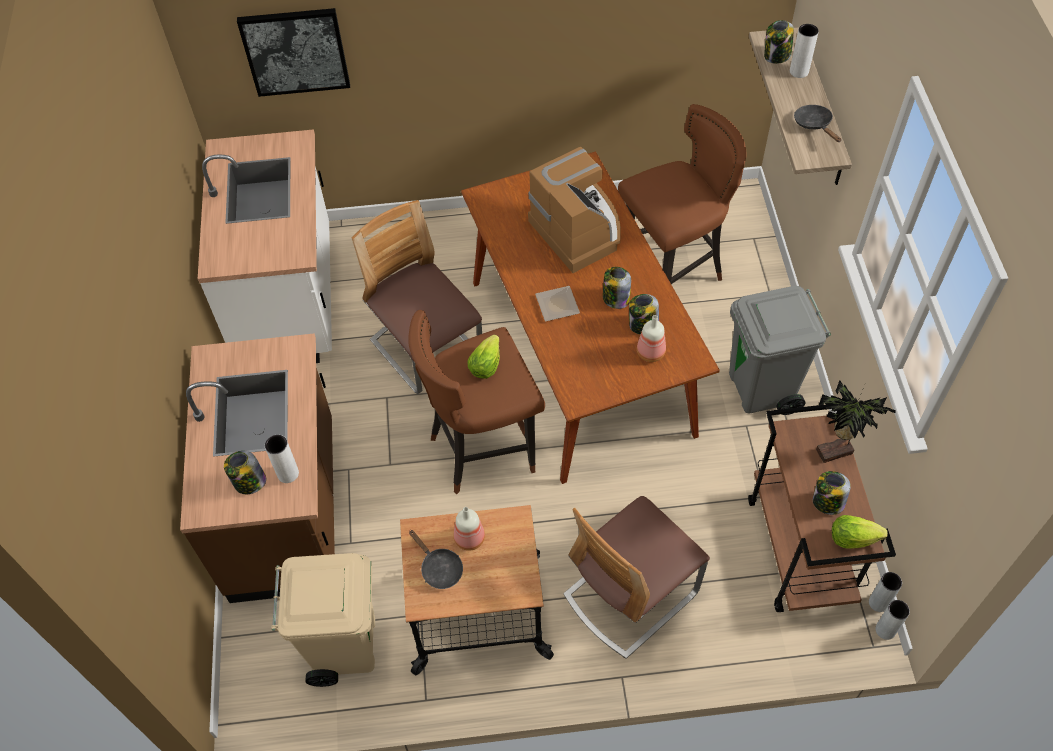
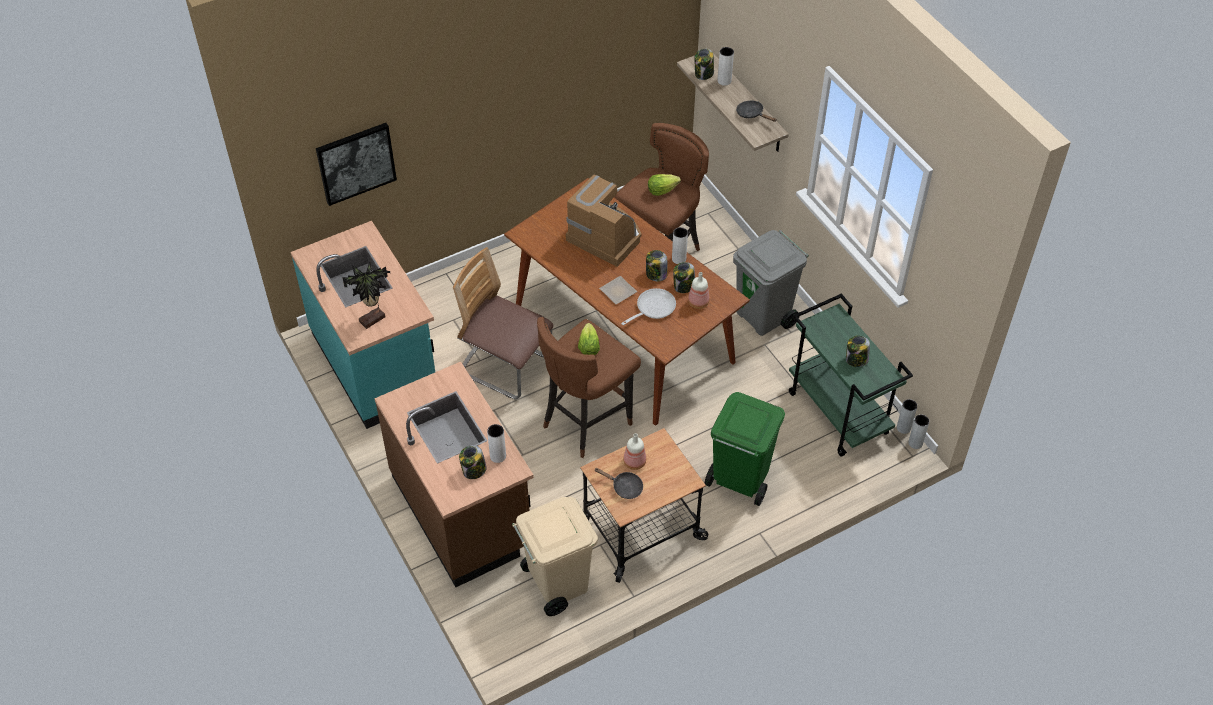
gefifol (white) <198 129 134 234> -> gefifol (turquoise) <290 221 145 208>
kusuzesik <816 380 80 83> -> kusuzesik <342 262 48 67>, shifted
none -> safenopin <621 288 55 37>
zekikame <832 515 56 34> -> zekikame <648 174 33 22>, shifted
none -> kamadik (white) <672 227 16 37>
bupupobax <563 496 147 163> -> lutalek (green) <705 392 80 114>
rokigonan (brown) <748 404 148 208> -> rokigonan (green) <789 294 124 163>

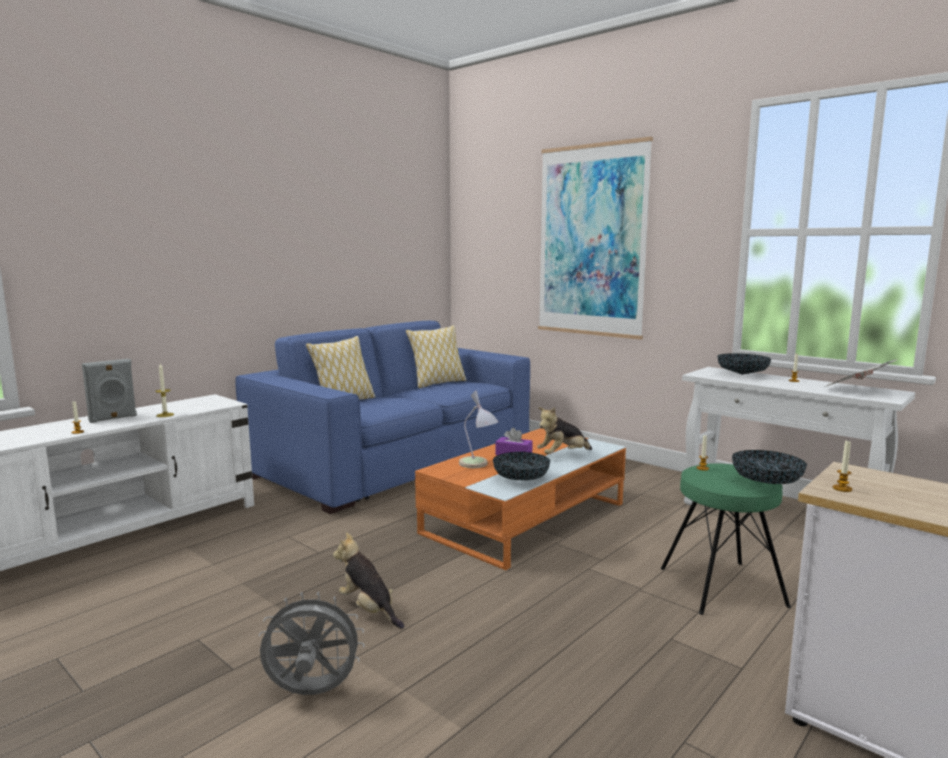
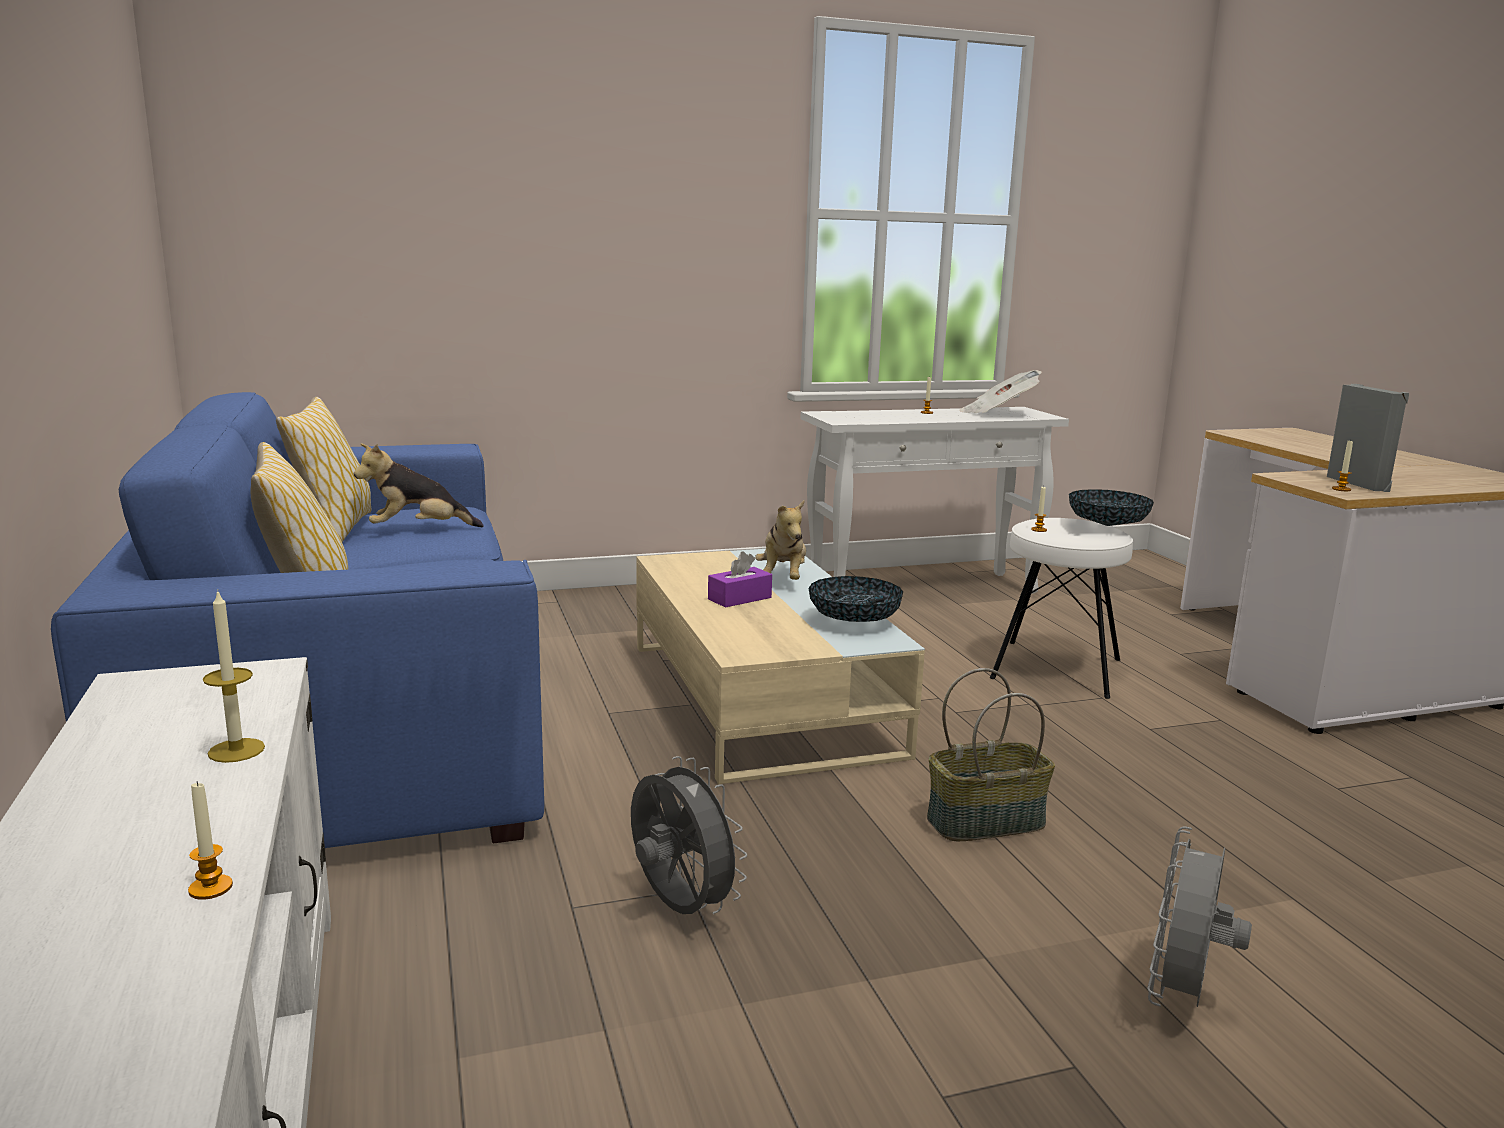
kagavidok <333 532 71 97> -> kagavidok <354 443 130 84>, shifted
none -> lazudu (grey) <631 756 116 158>
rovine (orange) <415 428 211 142> -> rovine (beige) <636 549 289 235>
none -> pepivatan <927 668 128 173>
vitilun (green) <661 463 130 152> -> vitilun (white) <990 518 143 181>
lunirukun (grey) <82 359 55 64> -> lunirukun (grey) <1327 384 82 108>, shifted
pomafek <459 390 39 78> -> none
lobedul <538 137 115 203> -> none
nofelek <718 353 53 22> -> none

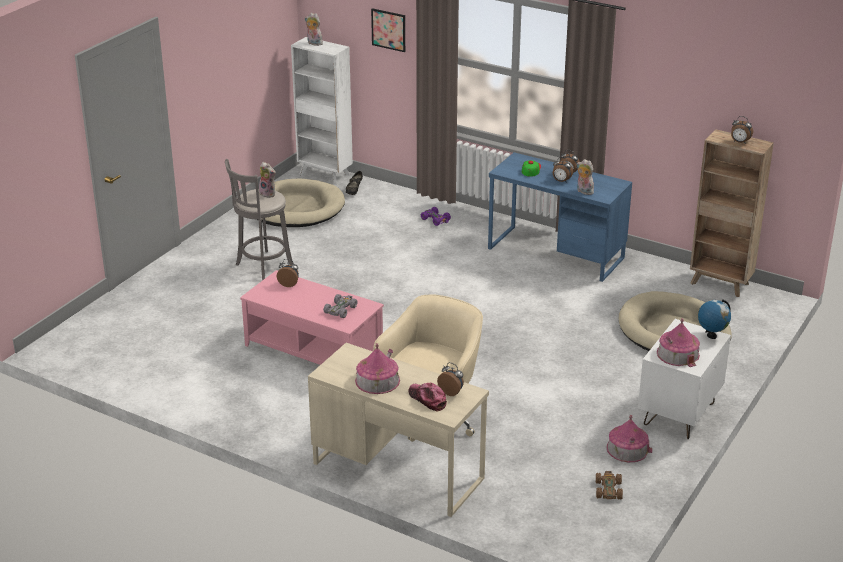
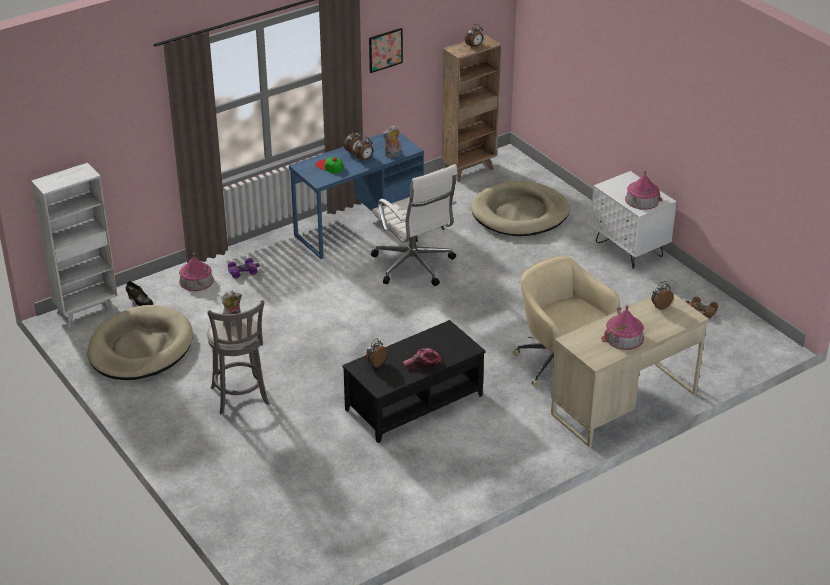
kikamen <606 415 46 47> -> kikamen <179 253 35 38>, shifted
rovine (pink) <240 270 144 95> -> rovine (black) <342 320 144 123>
lobedul <371 8 34 44> -> lobedul <369 28 34 45>, shifted
none -> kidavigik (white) <371 164 86 122>
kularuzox <409 383 38 28> -> kularuzox <403 348 39 23>, shifted
kagavidok <305 13 18 33> -> none
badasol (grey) <323 294 35 24> -> none
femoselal <698 299 33 40> -> none

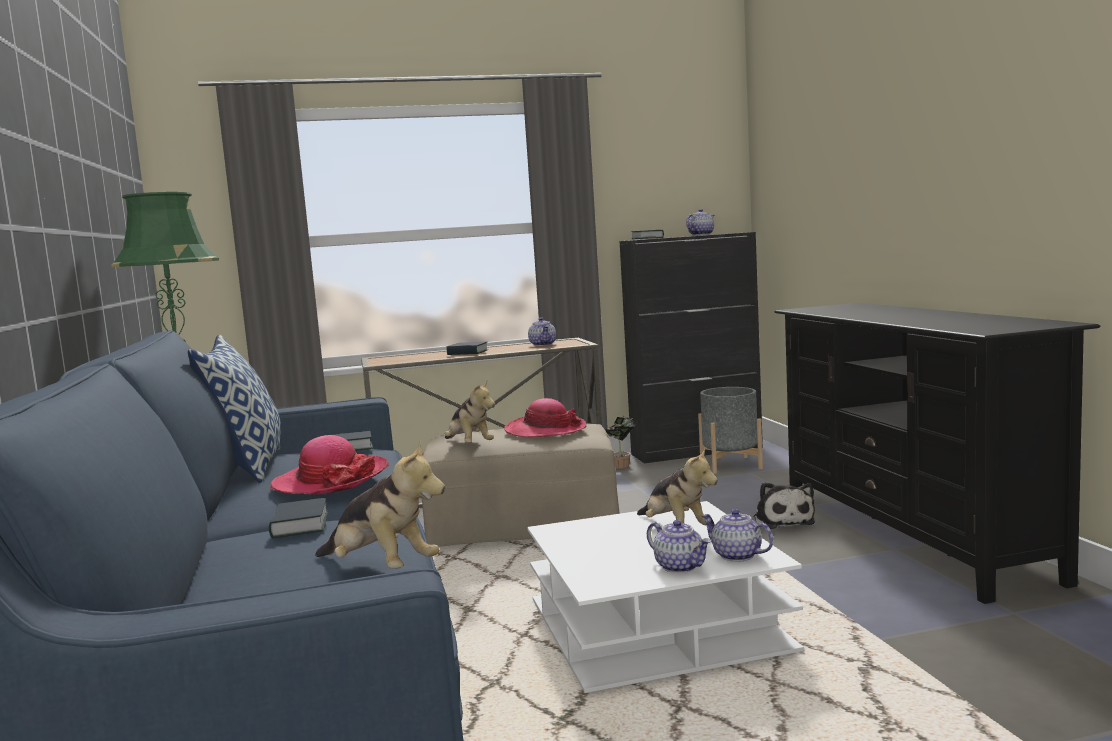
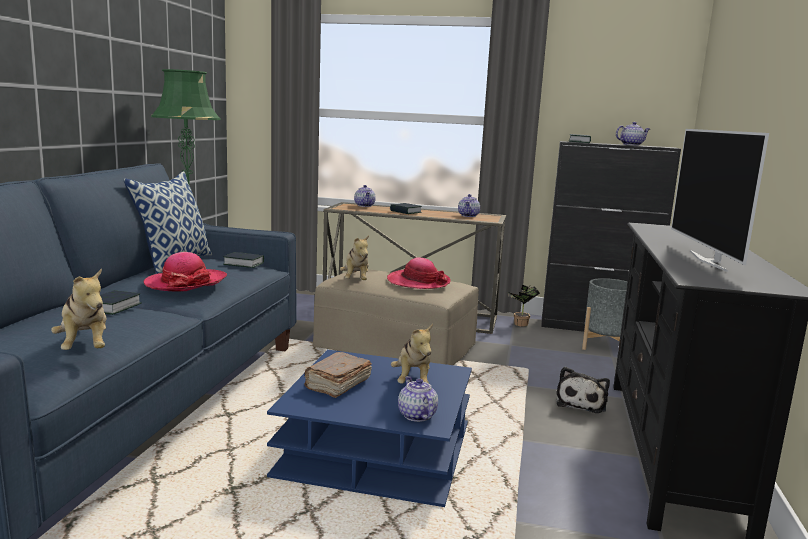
rovine (white) <527 501 277 192> -> rovine (blue) <267 350 205 157>
none -> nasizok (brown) <304 352 68 46>
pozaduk <647 520 64 53> -> pozaduk <354 185 22 22>, shifted
none -> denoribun <671 129 98 143>

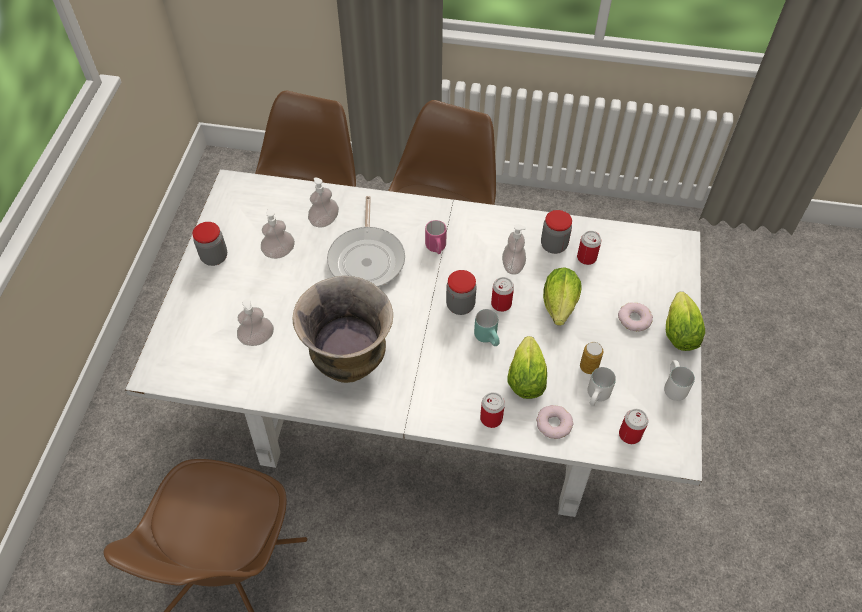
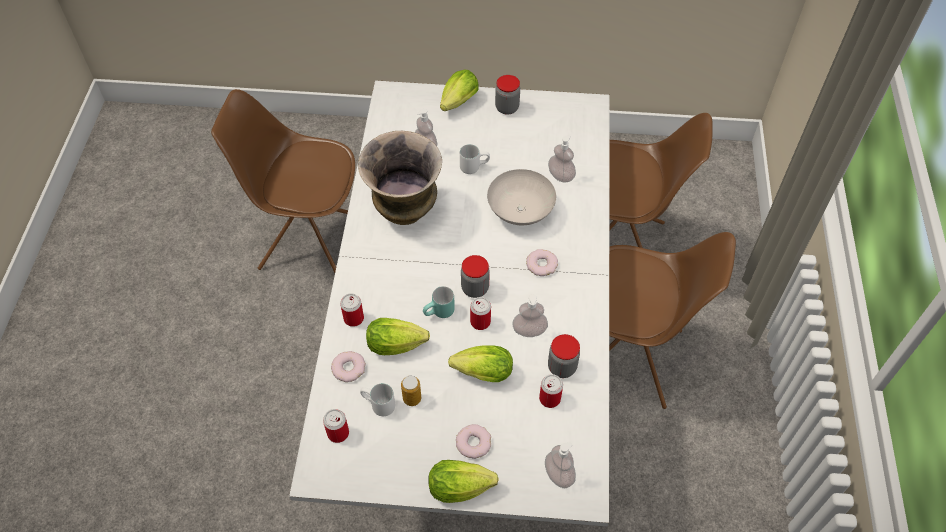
none -> zekikame <440 70 39 41>
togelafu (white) <664 360 31 41> -> togelafu (white) <460 144 30 30>, shifted
safenopin <327 196 78 91> -> nofelek (white) <487 169 69 56>
togelafu (pink) <425 220 22 34> -> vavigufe <526 249 32 27>
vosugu <261 209 34 50> -> vosugu <545 443 31 45>, shifted

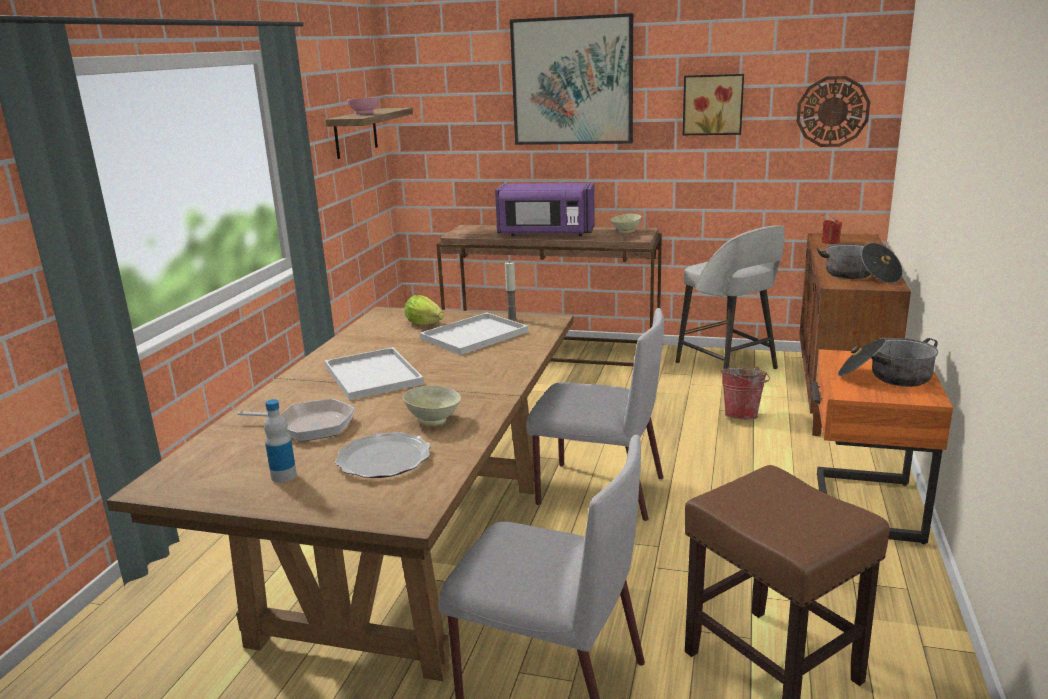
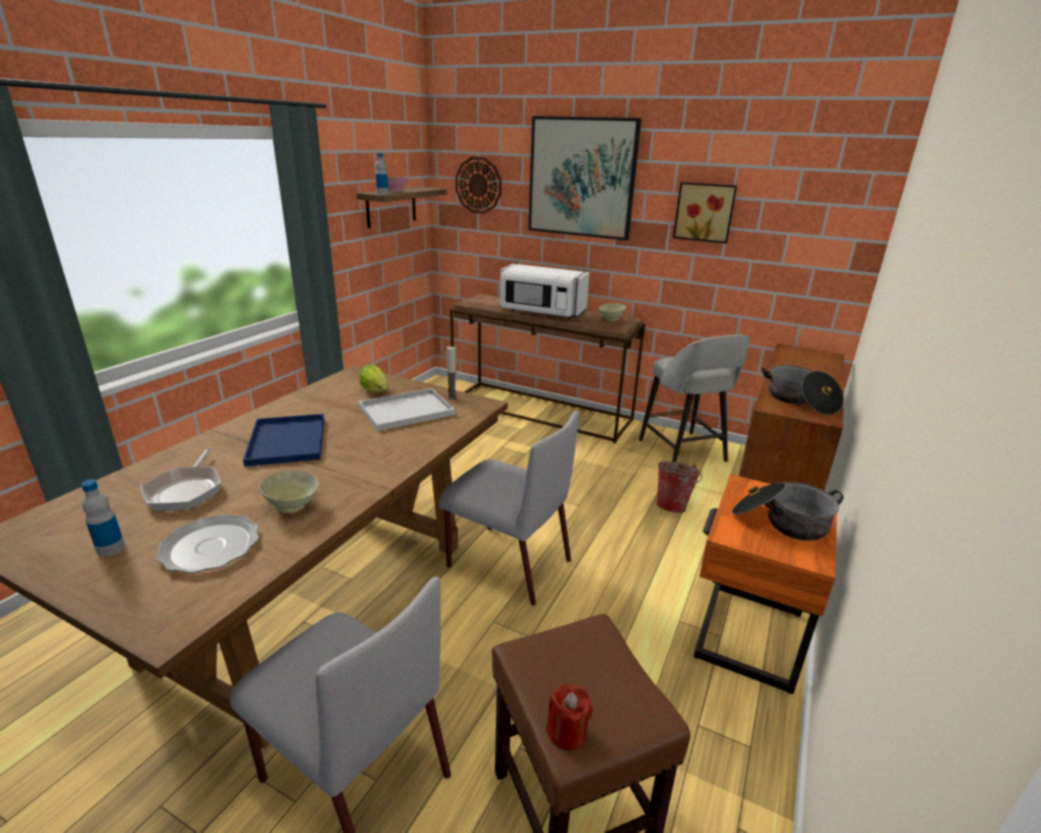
safenopin <238 399 117 42> -> safenopin <141 447 80 64>, 60 degrees clockwise
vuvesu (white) <325 347 99 53> -> vuvesu (blue) <243 414 81 53>
none -> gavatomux <376 153 12 41>
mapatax <796 76 74 71> -> mapatax <455 157 47 57>, shifted
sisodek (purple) <495 183 100 53> -> sisodek (white) <500 264 90 55>
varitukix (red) <821 217 21 27> -> varitukix (red) <546 683 47 67>, shifted

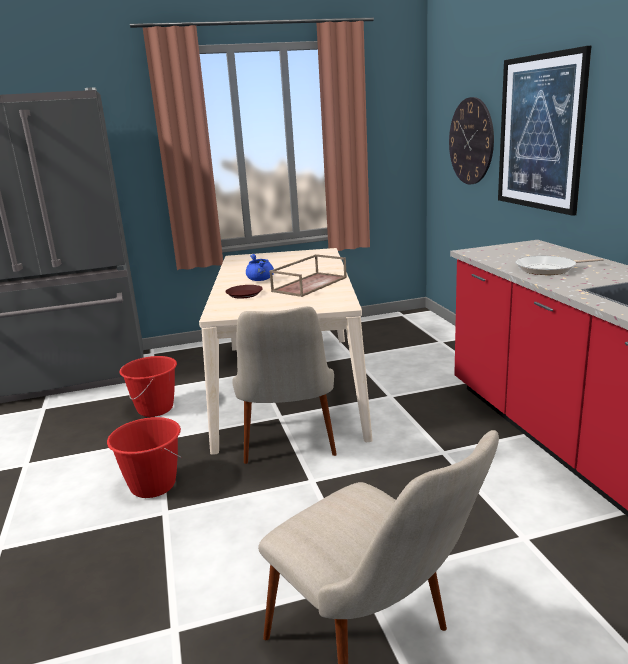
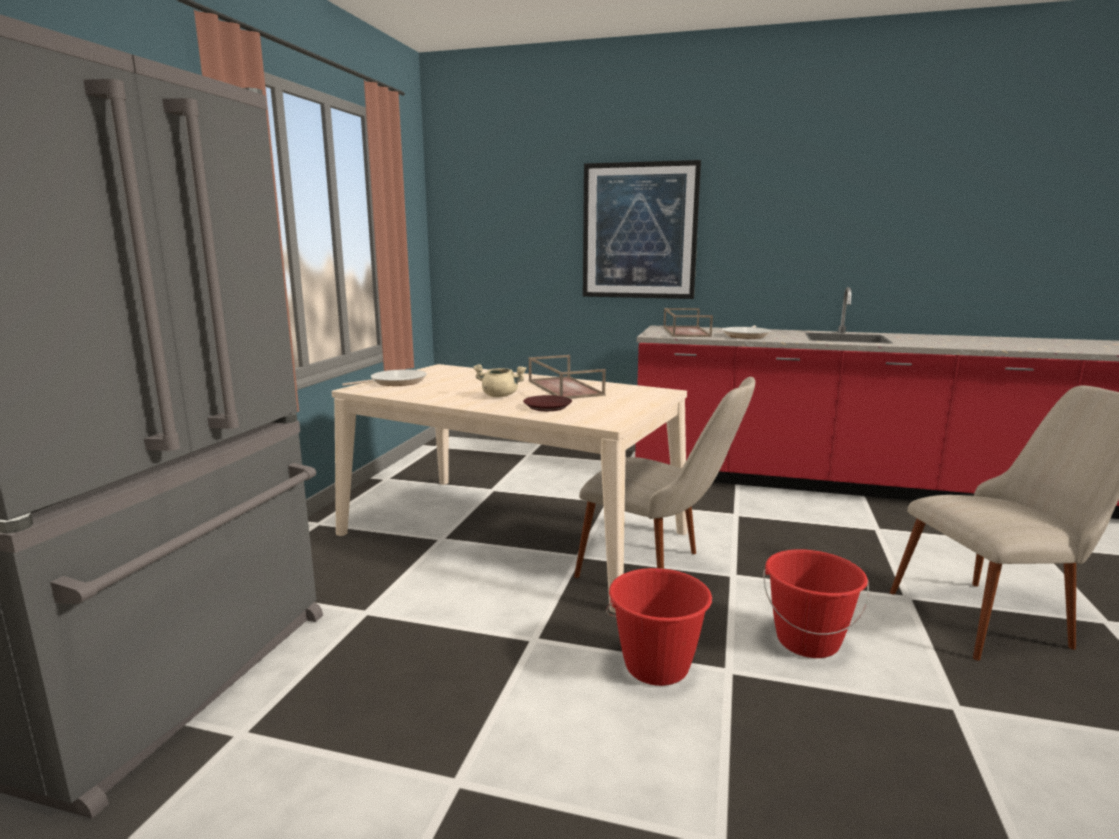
none -> safenopin <342 369 85 17>
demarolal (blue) <246 254 28 27> -> demarolal (beige) <473 364 53 33>
none -> vuvesu (brown) <664 308 49 29>
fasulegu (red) <119 356 58 61> -> fasulegu (red) <763 549 106 109>, shifted
mapatax <449 97 45 87> -> none

